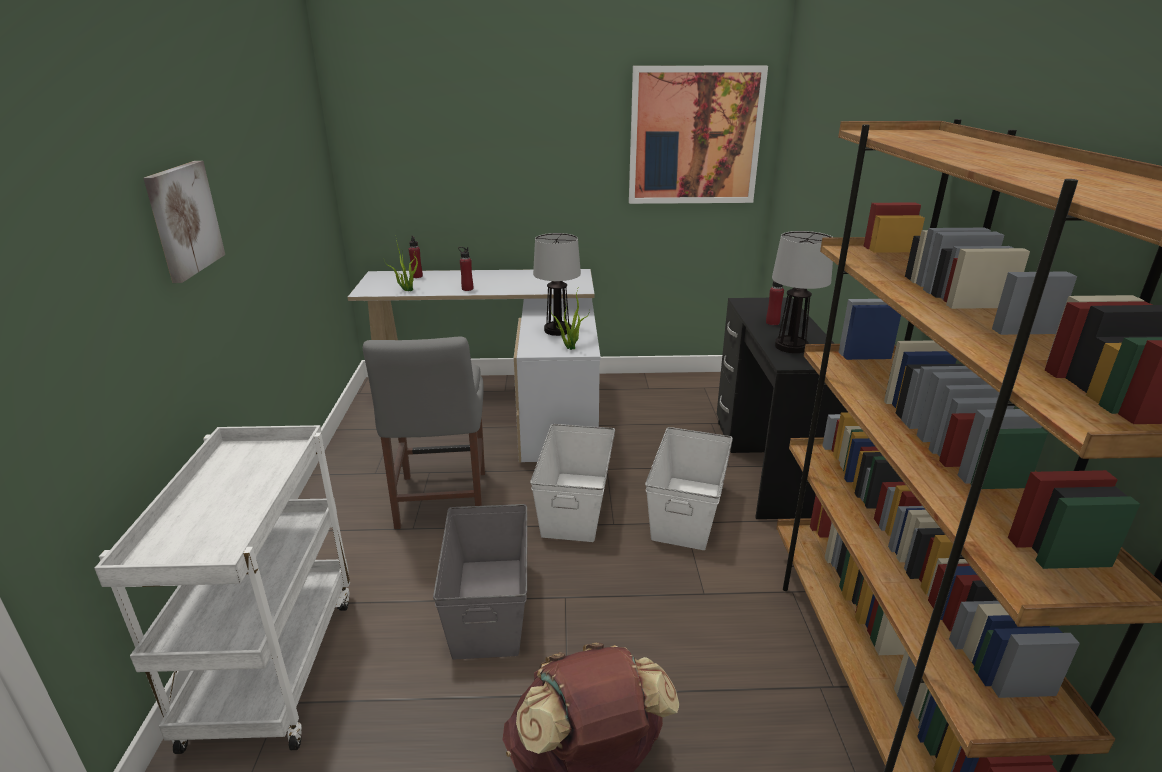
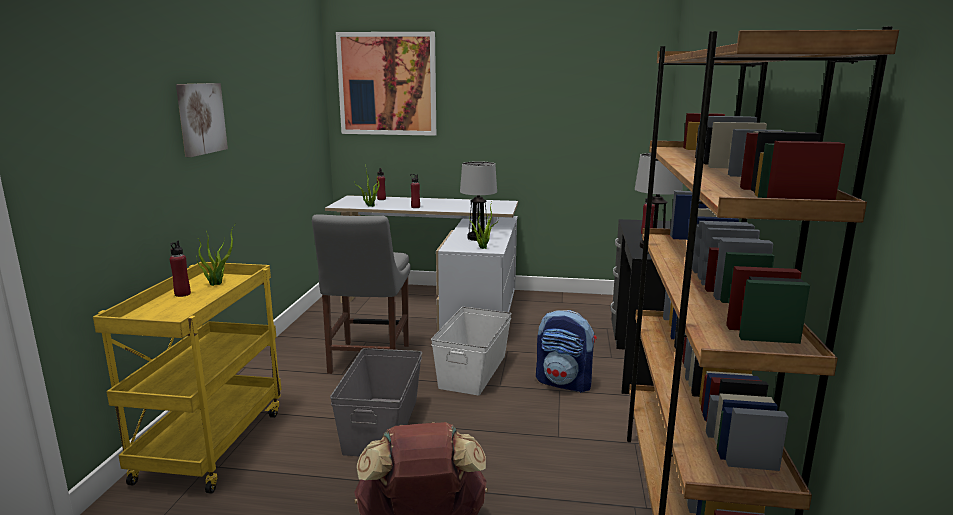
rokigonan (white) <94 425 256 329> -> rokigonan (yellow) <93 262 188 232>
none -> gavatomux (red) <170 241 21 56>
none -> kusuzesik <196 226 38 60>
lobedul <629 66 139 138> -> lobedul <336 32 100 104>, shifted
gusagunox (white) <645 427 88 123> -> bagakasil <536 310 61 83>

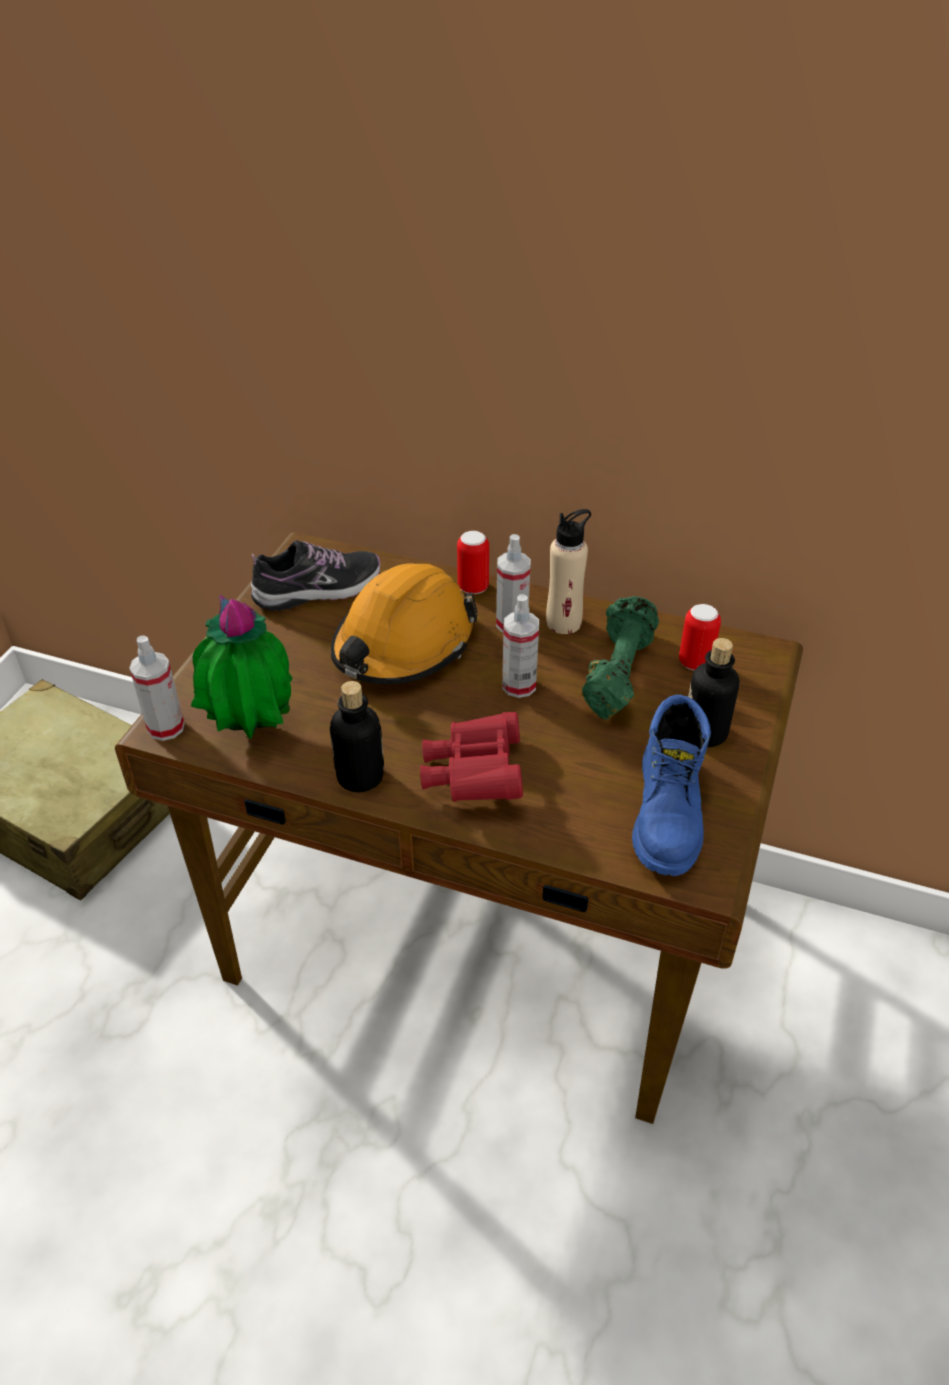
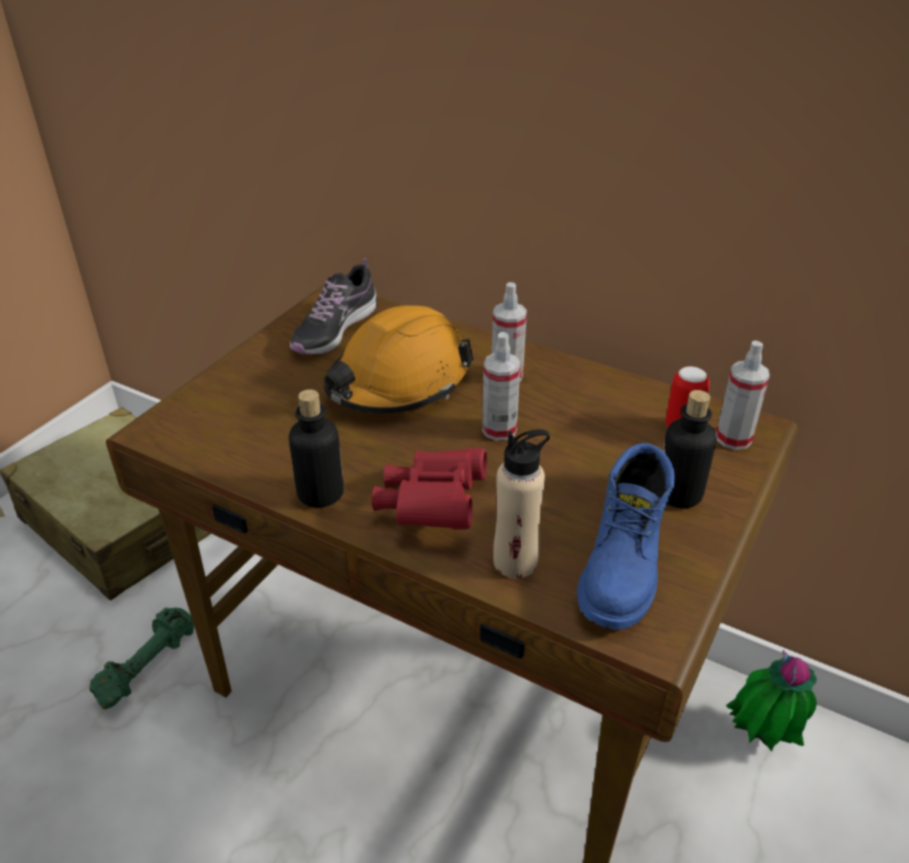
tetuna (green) <582 596 77 123> -> tetuna (green) <89 607 105 102>, shifted
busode <251 540 130 71> -> busode <290 258 88 97>, 135 degrees clockwise
gavatomux (beige) <546 509 45 125> -> gavatomux (beige) <493 430 57 148>, shifted
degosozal <129 635 56 106> -> degosozal <716 341 54 109>, shifted
kusuzesik <191 595 102 144> -> kusuzesik <726 650 91 101>, shifted
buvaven <457 531 32 63> -> none

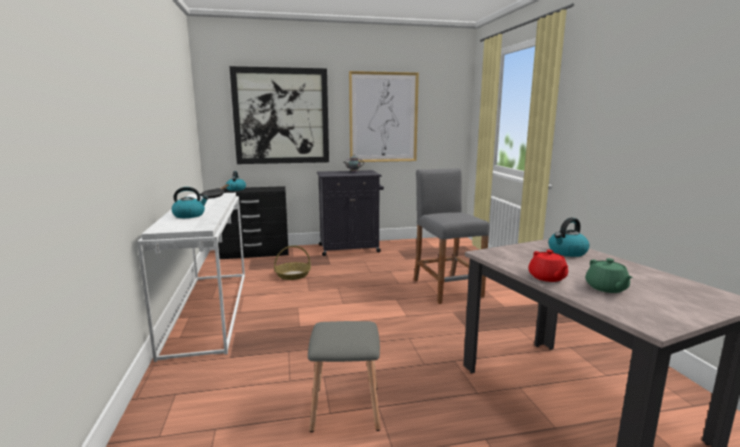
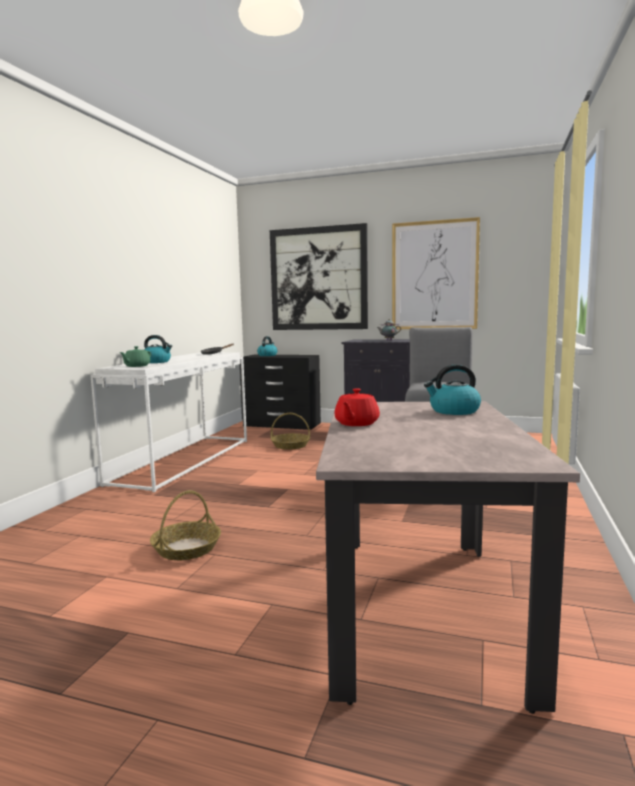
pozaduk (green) <585 258 48 35> -> pozaduk (green) <120 346 31 21>, shifted
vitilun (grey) <308 321 72 111> -> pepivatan <150 490 71 70>

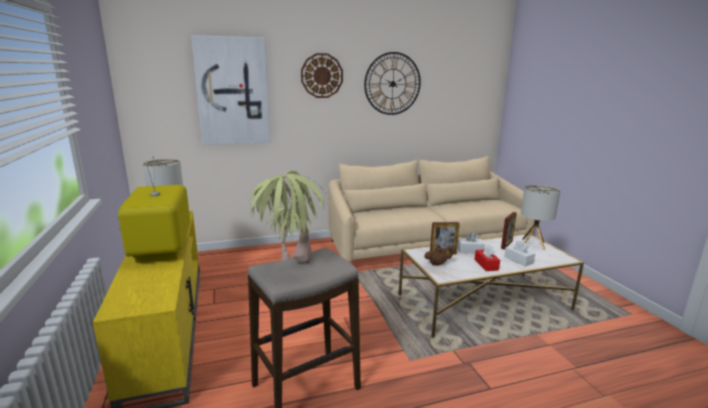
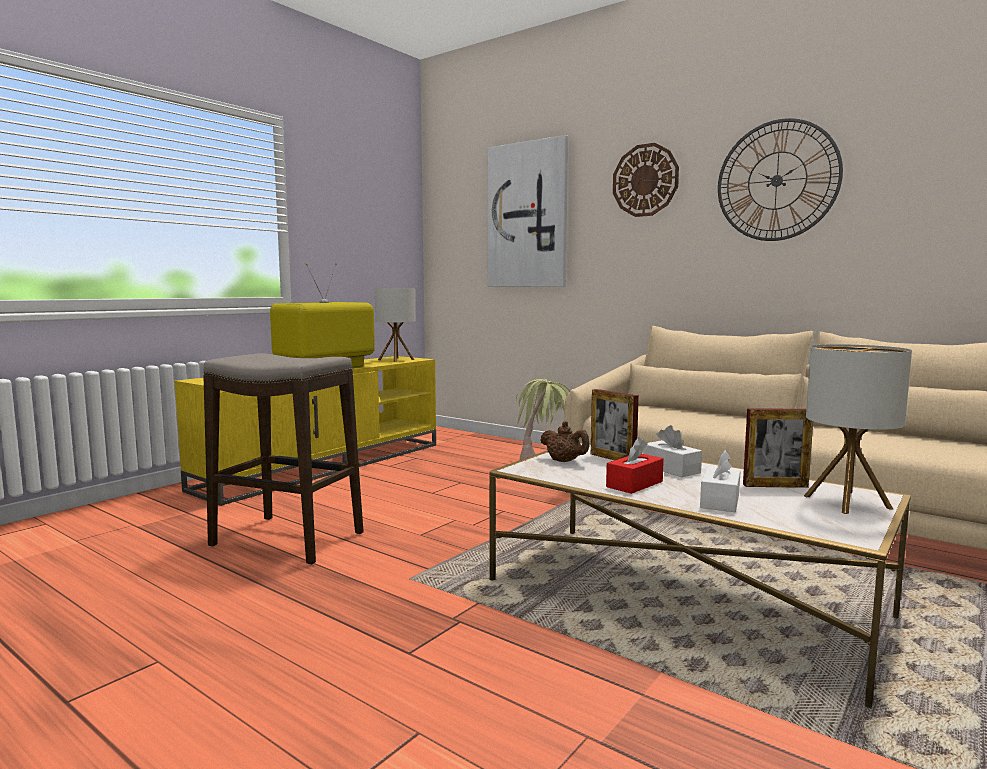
kusuzesik <250 170 75 92> -> none

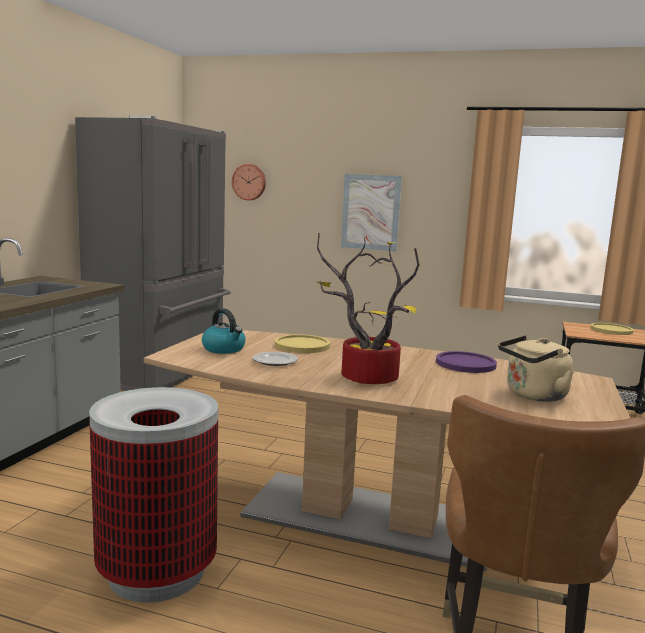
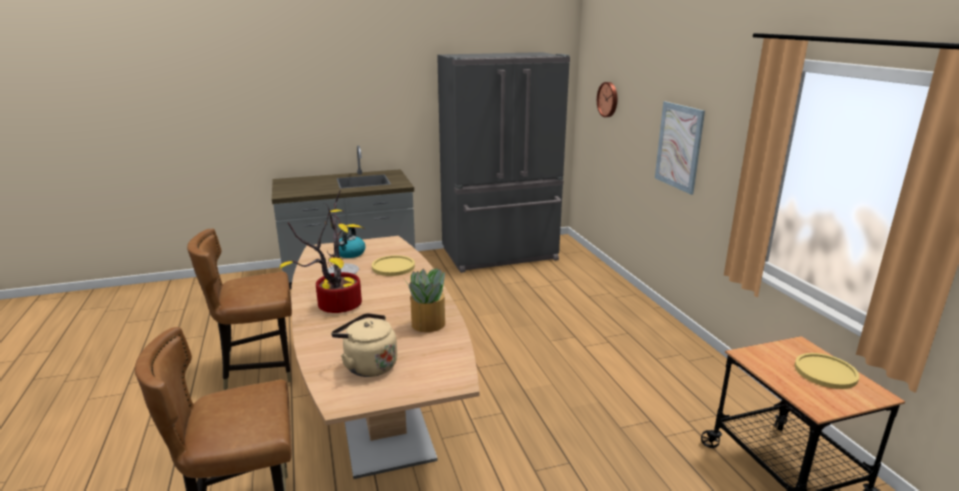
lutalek <89 387 129 216> -> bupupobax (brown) <187 229 105 161>
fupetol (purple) <436 351 61 22> -> kusuzesik <404 268 41 64>

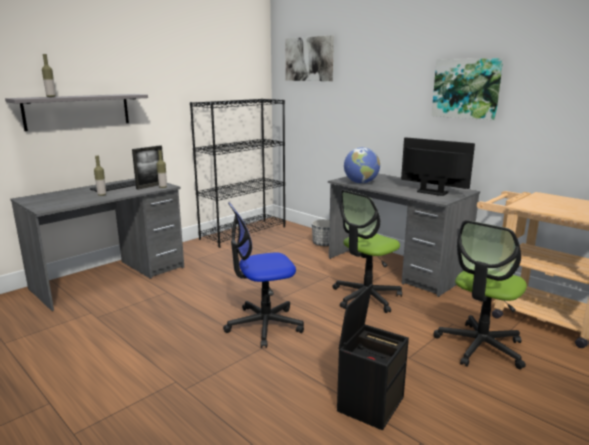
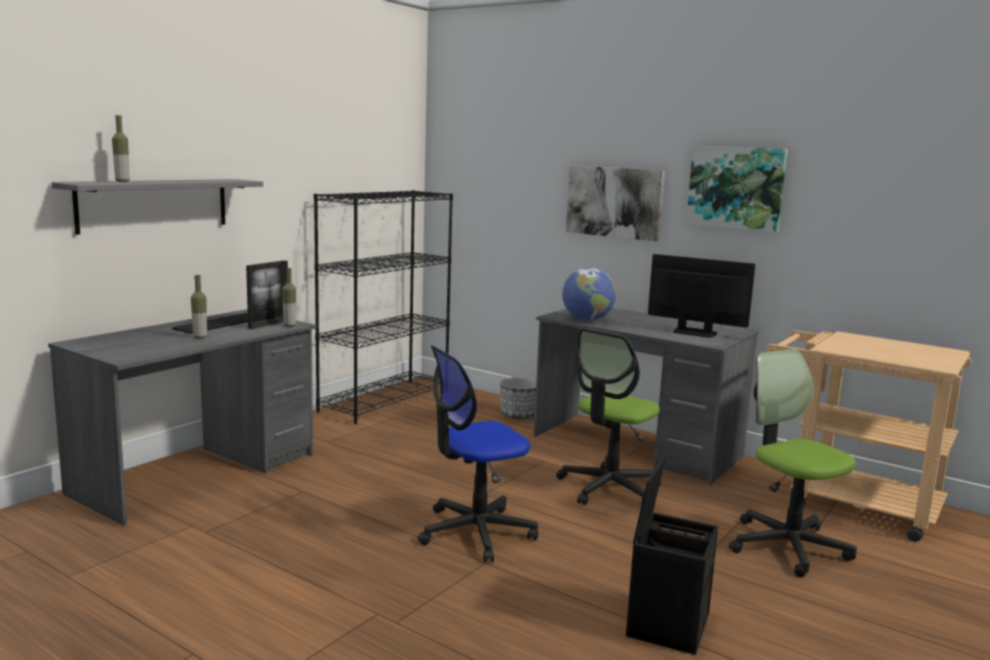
lobedul <285 35 49 46> -> lobedul <566 165 99 76>, shifted
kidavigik <433 220 94 149> -> kidavigik <729 349 128 228>, 120 degrees clockwise

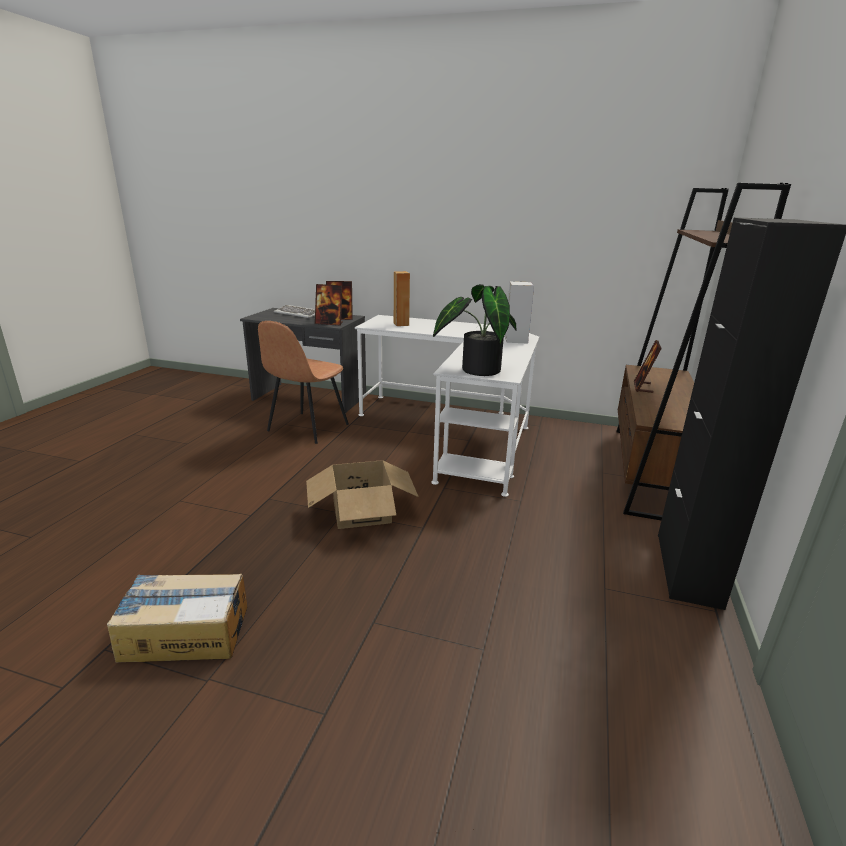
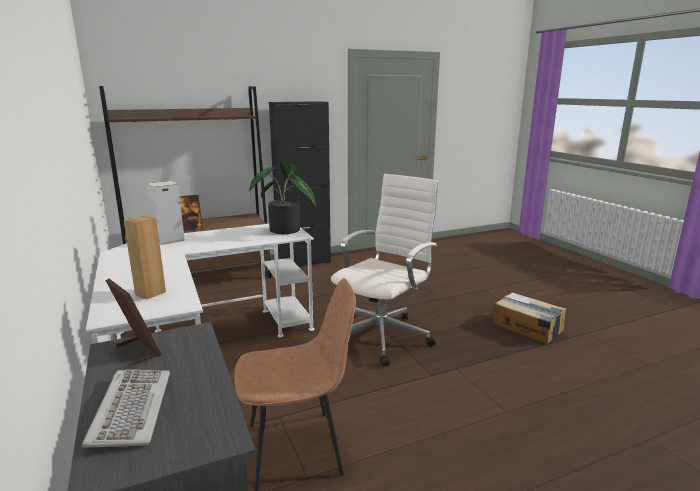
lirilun <306 460 113 69> -> kidavigik (white) <331 174 107 192>
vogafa <315 284 28 41> -> none

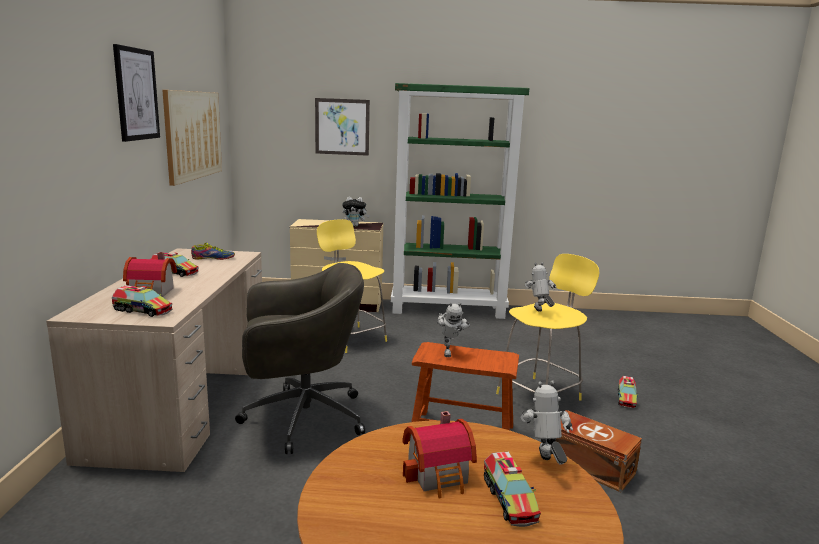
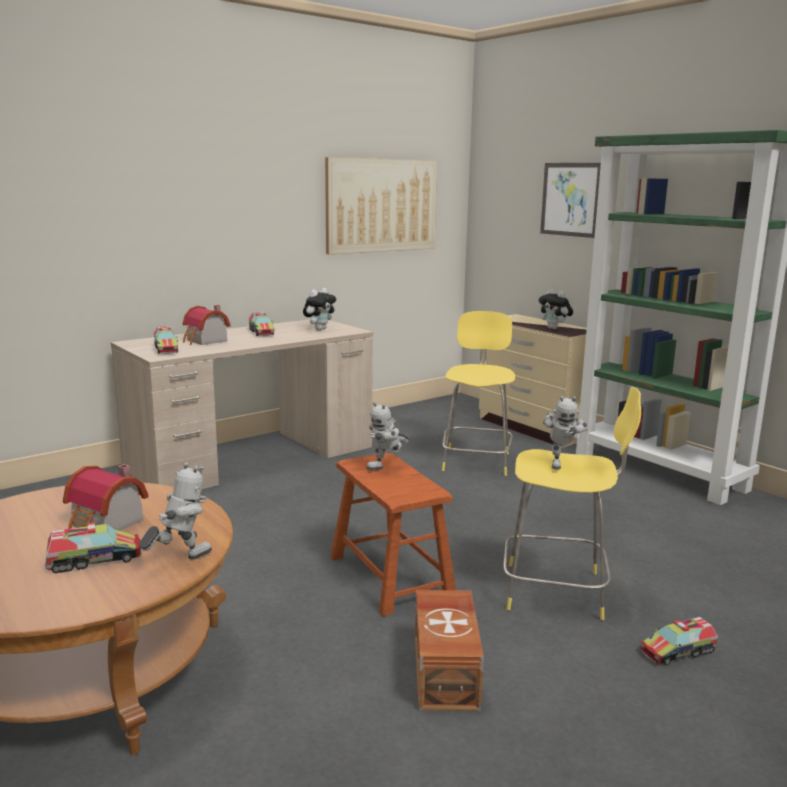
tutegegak <484 452 57 75> -> tutegegak <45 522 97 51>, 150 degrees counterclockwise
busode <191 243 44 17> -> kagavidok <303 288 33 42>
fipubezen <525 262 32 50> -> fipubezen <543 396 45 74>, 150 degrees clockwise
lobedul <113 44 47 98> -> none
kidavigik (grey) <235 263 130 191> -> none

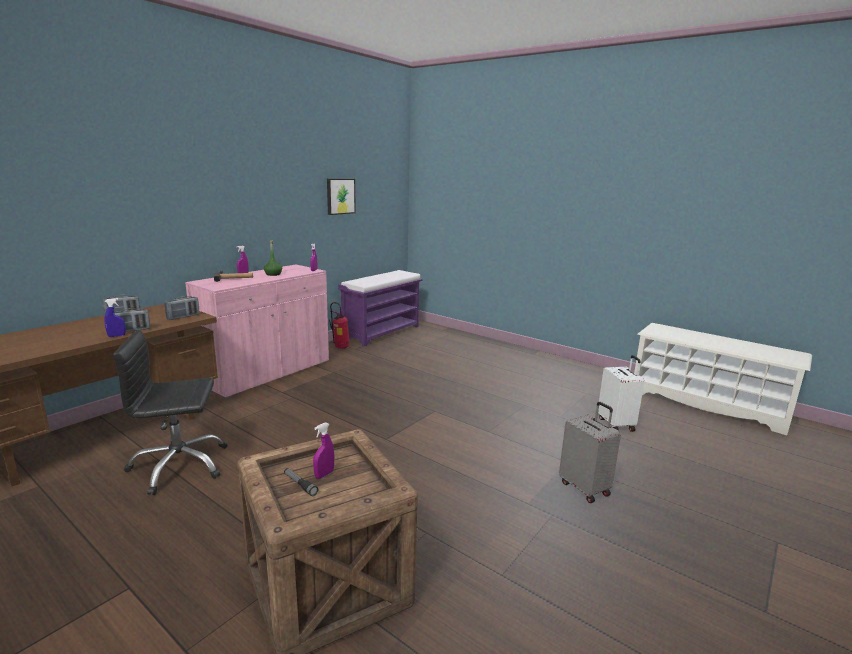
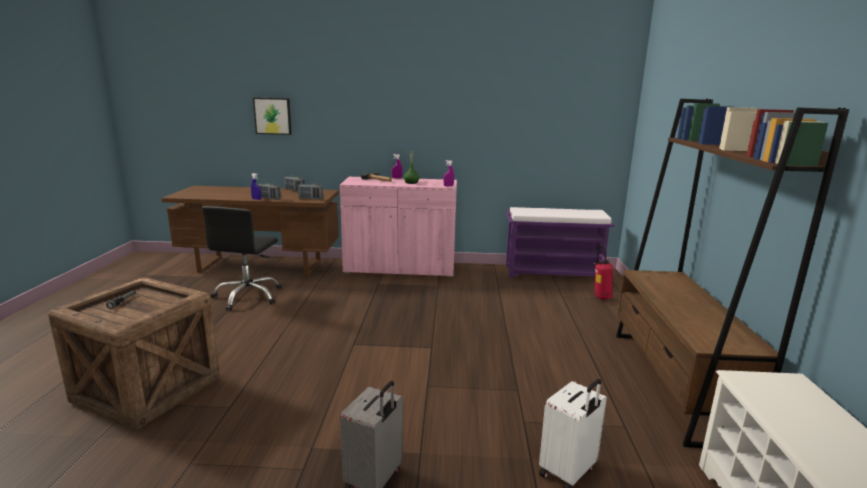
kidavigik (black) <113 330 115 165> -> kidavigik (black) <202 206 80 105>, 120 degrees counterclockwise
lobedul <327 179 29 36> -> lobedul <253 98 39 37>, shifted
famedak <329 302 21 47> -> famedak <594 245 19 55>, shifted
none -> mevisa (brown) <616 99 233 349>
degosozal (purple) <313 422 21 57> -> none

